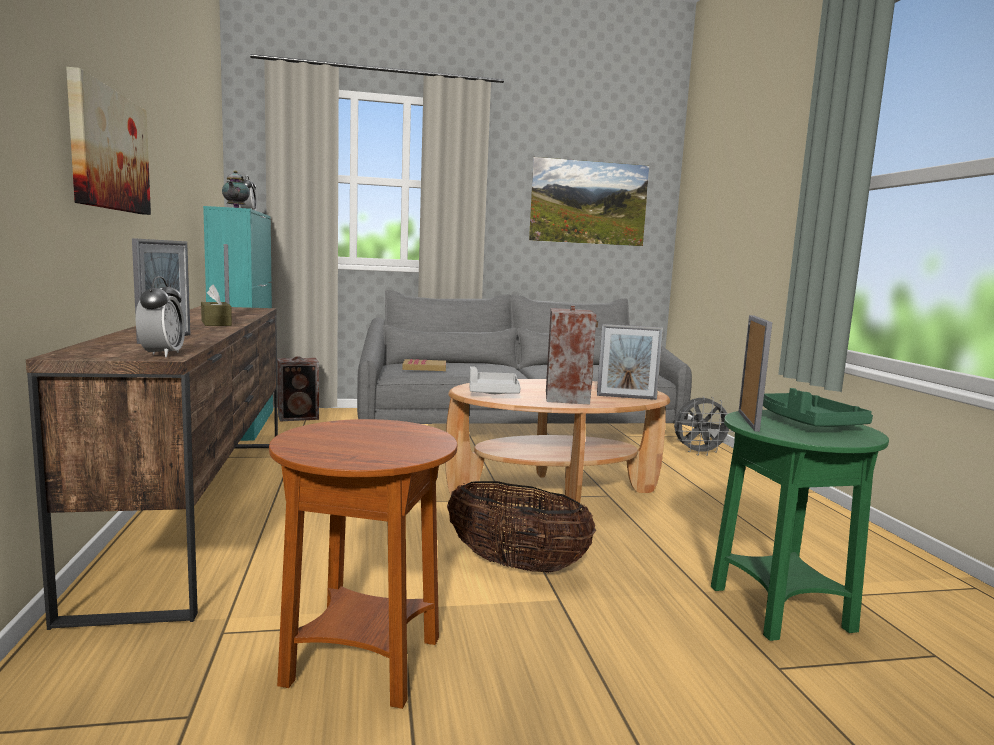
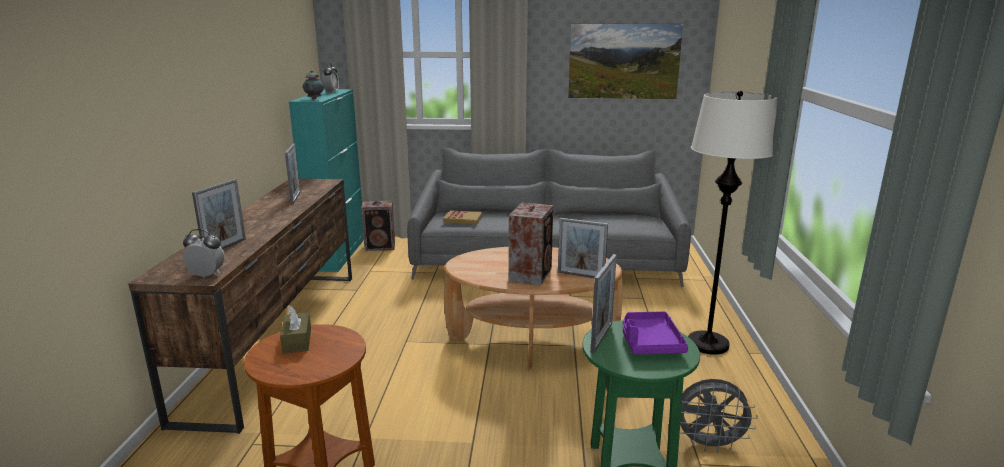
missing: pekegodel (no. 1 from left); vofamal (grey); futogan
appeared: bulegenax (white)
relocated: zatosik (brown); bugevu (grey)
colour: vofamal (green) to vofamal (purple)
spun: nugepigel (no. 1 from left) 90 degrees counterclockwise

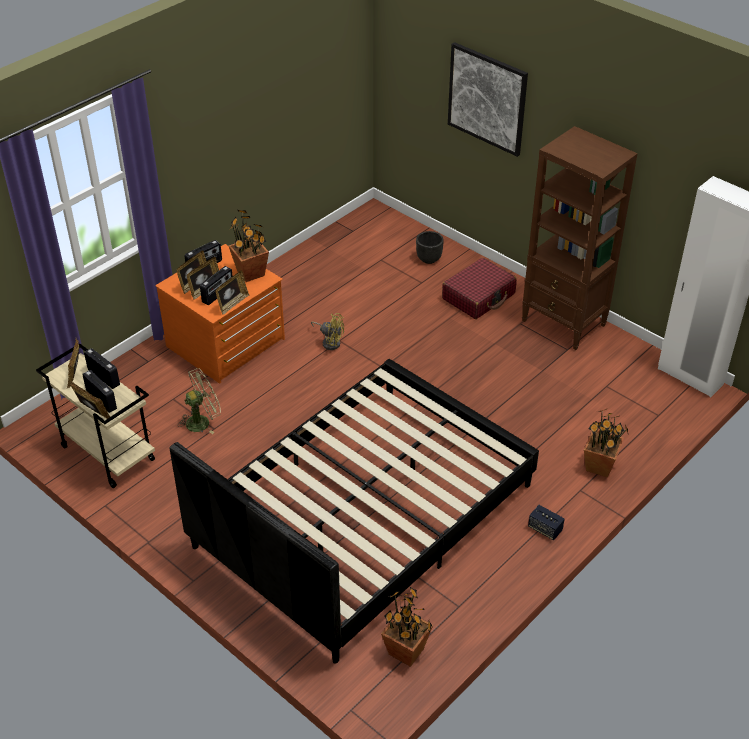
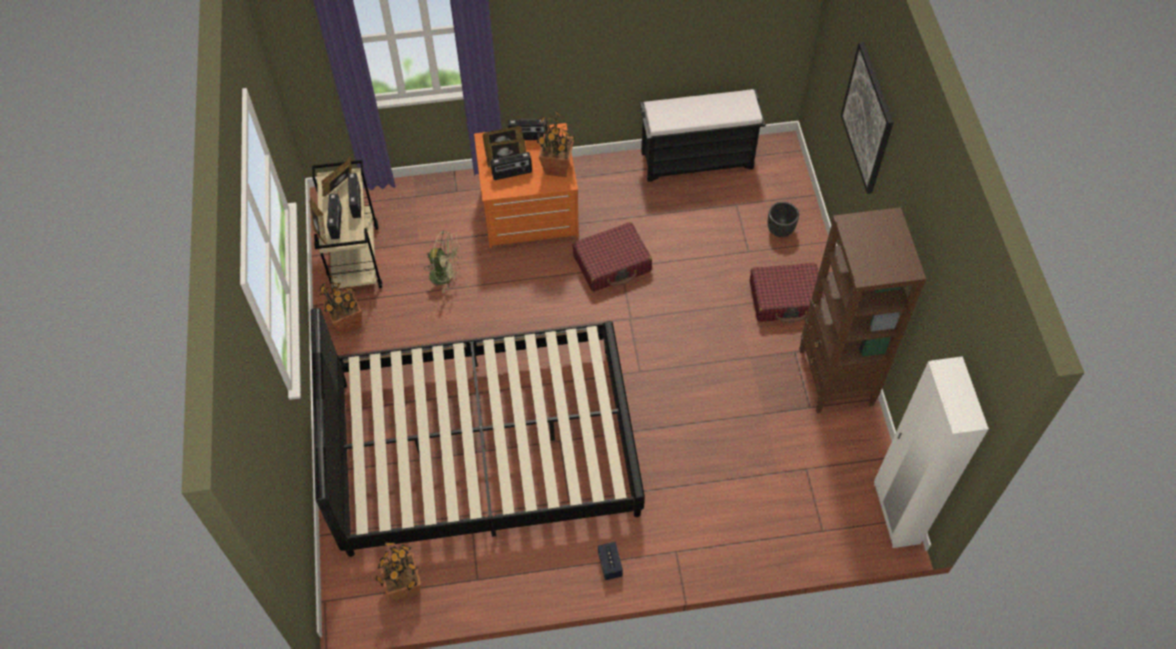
missing: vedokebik (no. 5 from left)
appeared: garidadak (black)
relocated: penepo (no. 3 from left in the first image) to penepo (no. 1 from left)
exchanged: bugevu (yellow) to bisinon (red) (no. 1 from left)

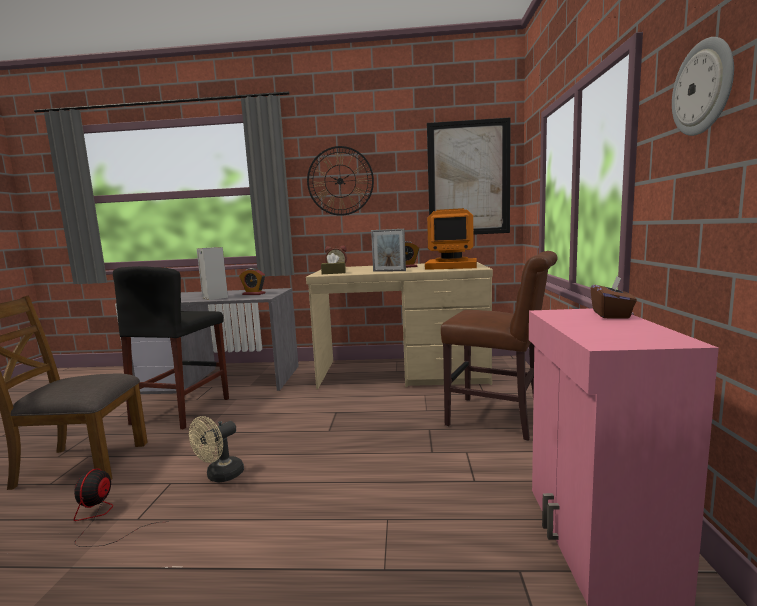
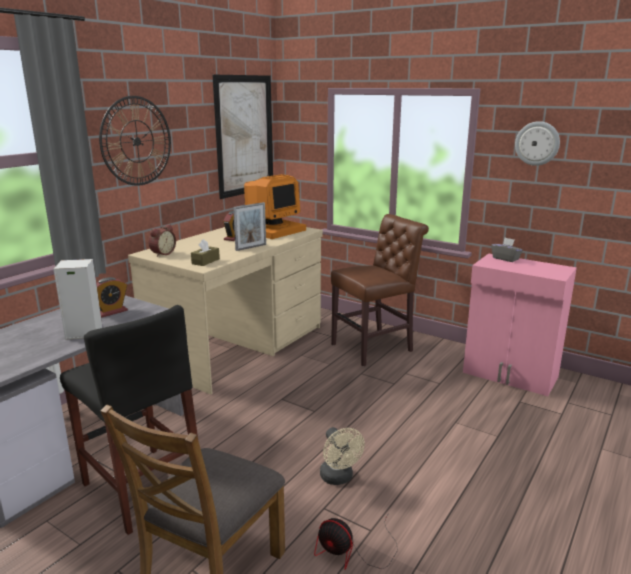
colour: zatosik (brown) (no. 2 from left) to zatosik (grey)

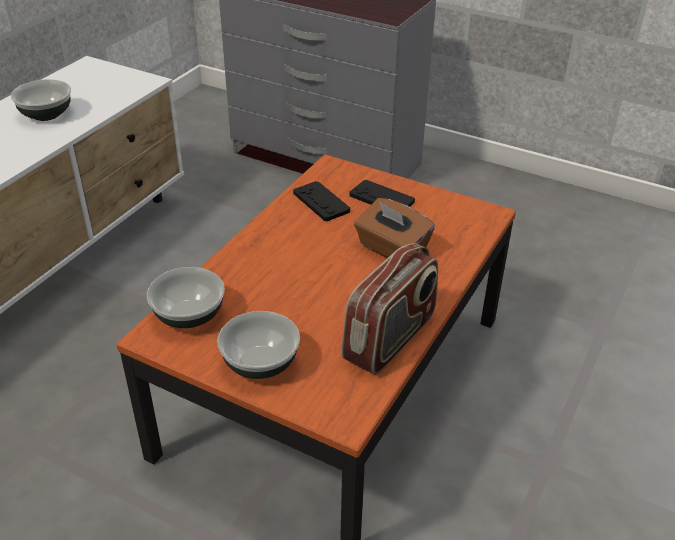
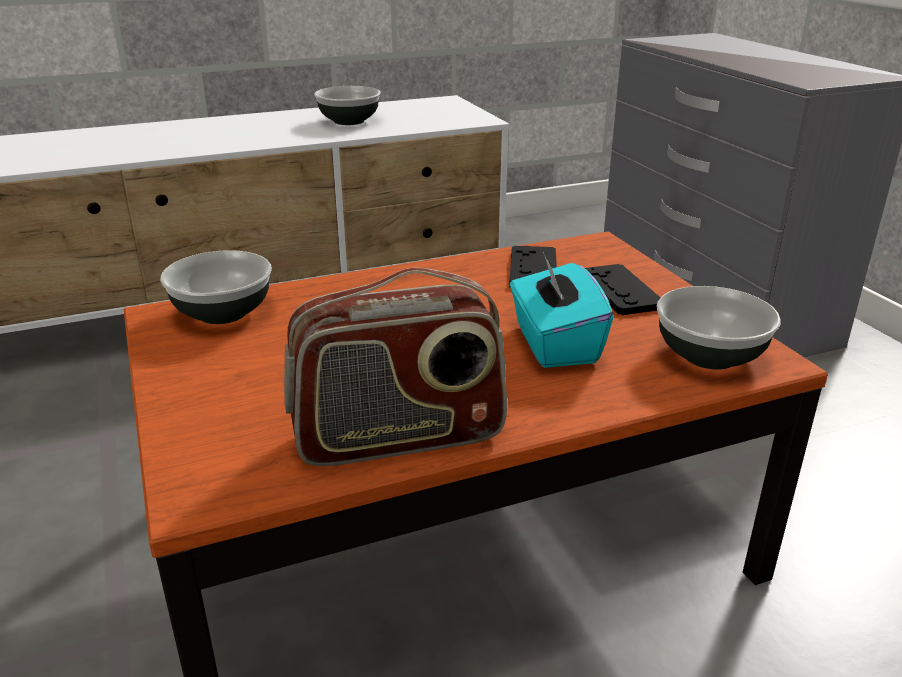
relocated: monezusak (no. 3 from left)
colour: zatosik (brown) to zatosik (turquoise)

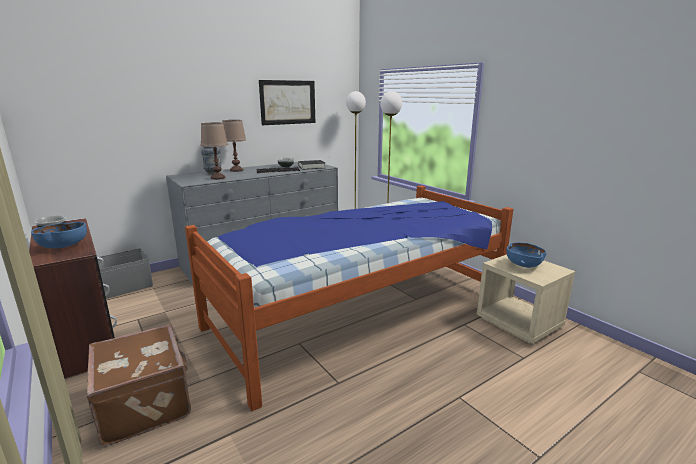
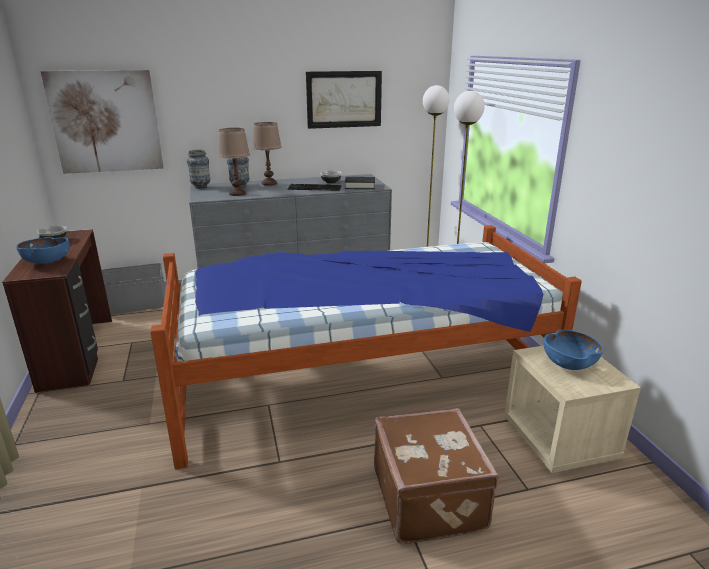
appeared: pekegodel (no. 1 from left); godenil (no. 1 from left)
relocated: bisinon (brown)

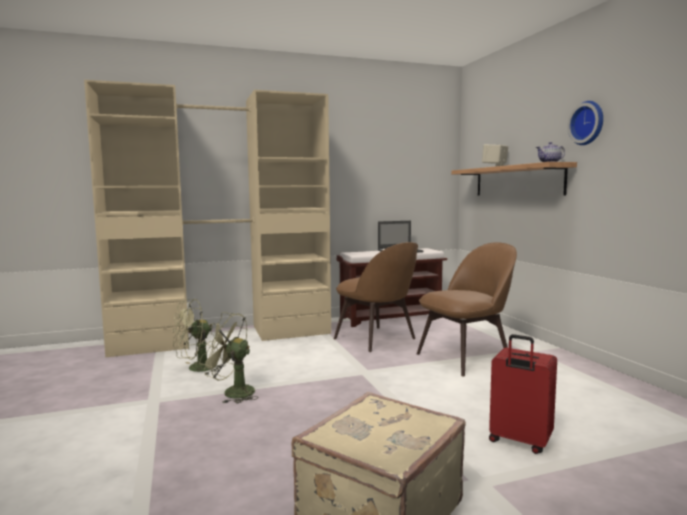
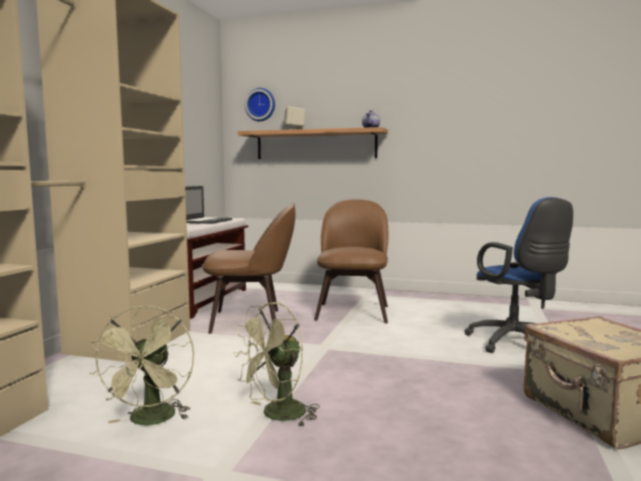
relocated: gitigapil
exchanged: bisinon (red) to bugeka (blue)

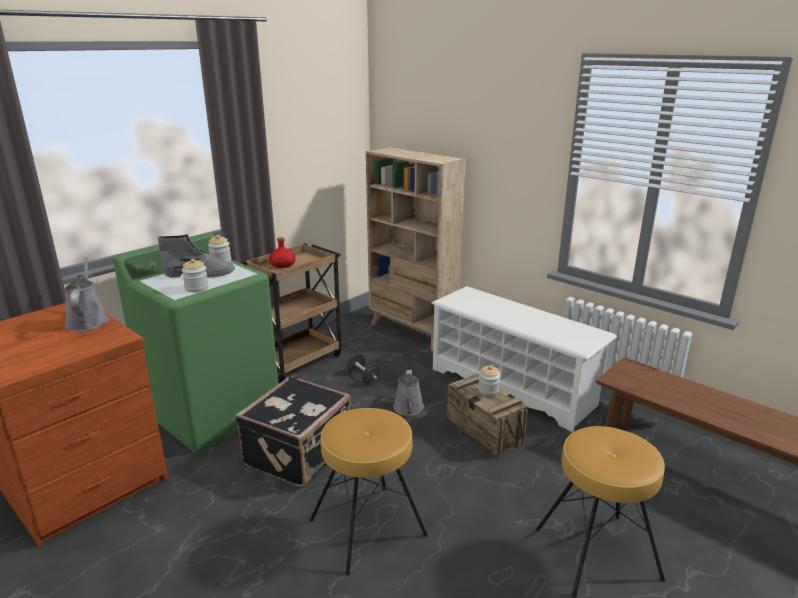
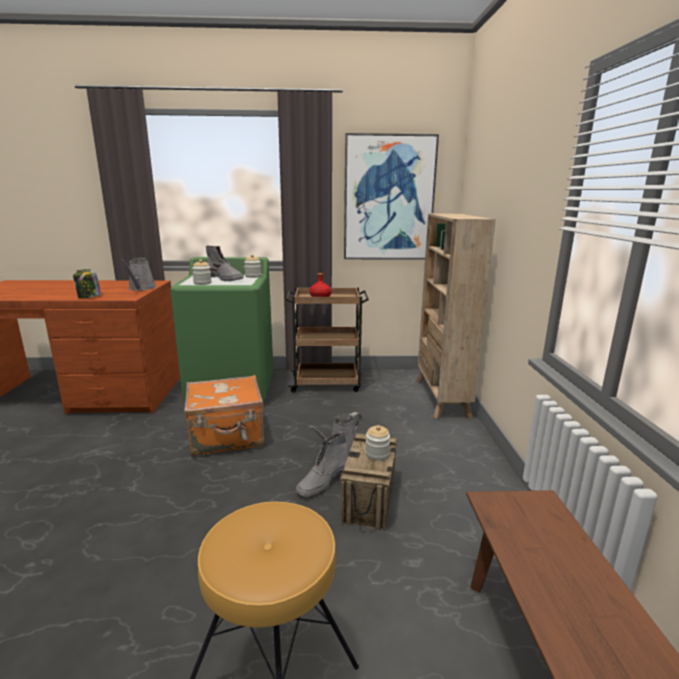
missing: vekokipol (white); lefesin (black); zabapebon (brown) (no. 1 from left)
appeared: pekegodel; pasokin (no. 1 from left); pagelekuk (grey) (no. 2 from left)
colour: bisinon (black) to bisinon (orange)
spun: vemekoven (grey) (no. 1 from left) 150 degrees clockwise

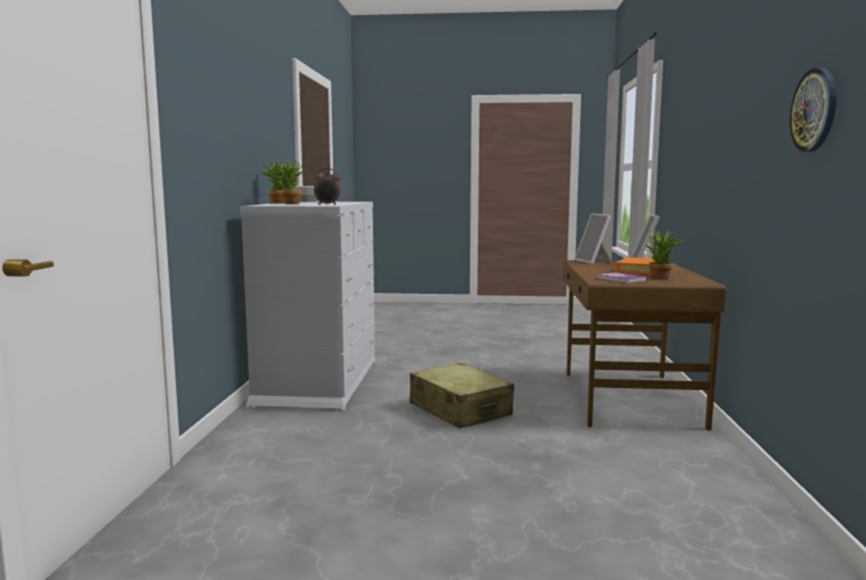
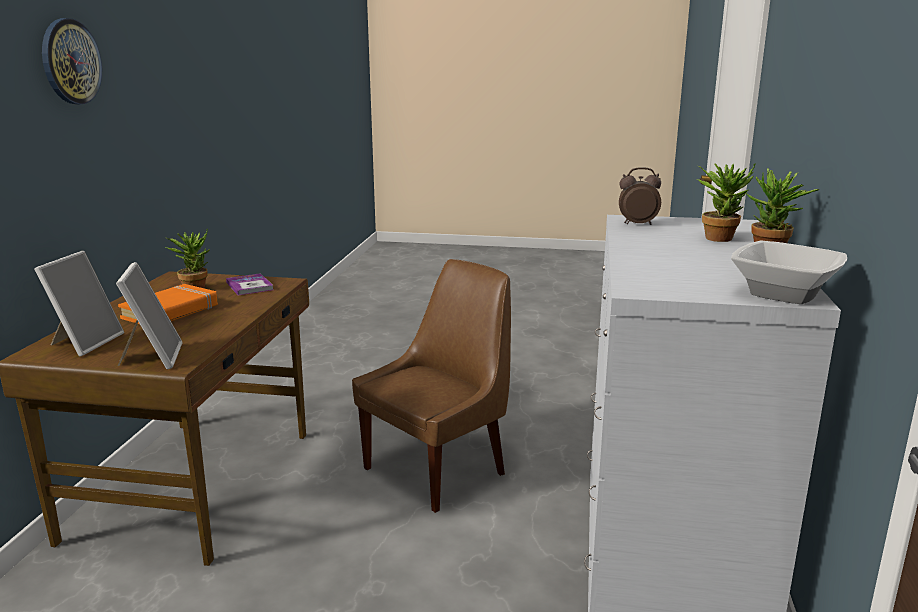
relocated: gitigapil
exchanged: bisinon (beige) to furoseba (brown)

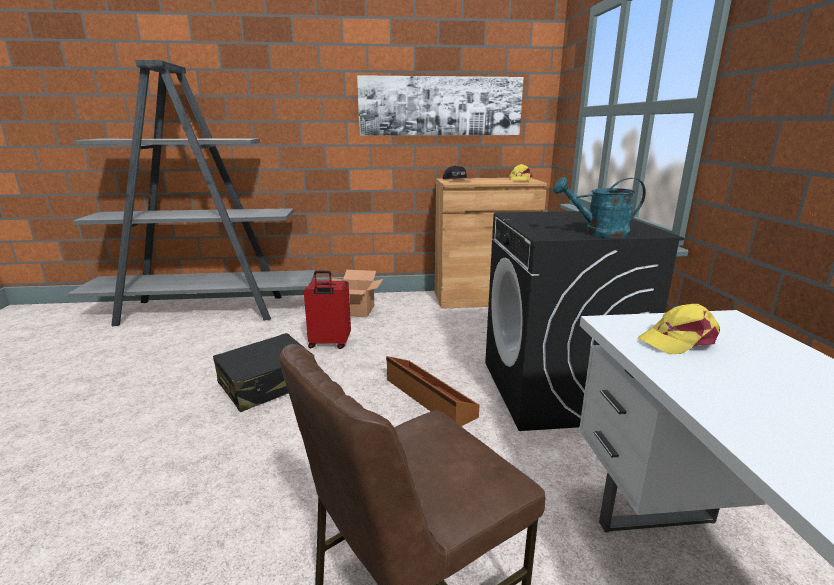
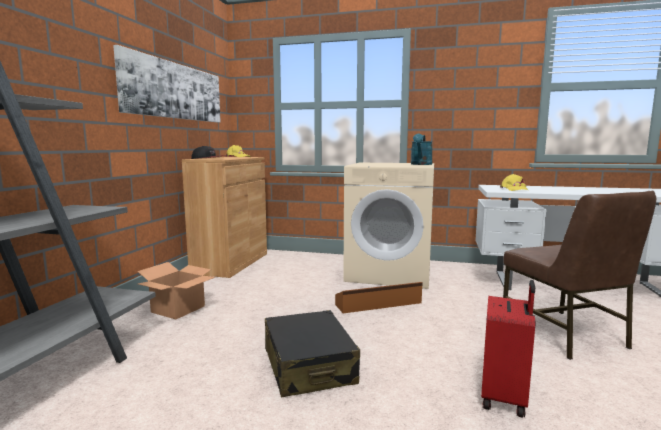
relocated: bisinon (red)
colour: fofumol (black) to fofumol (beige)

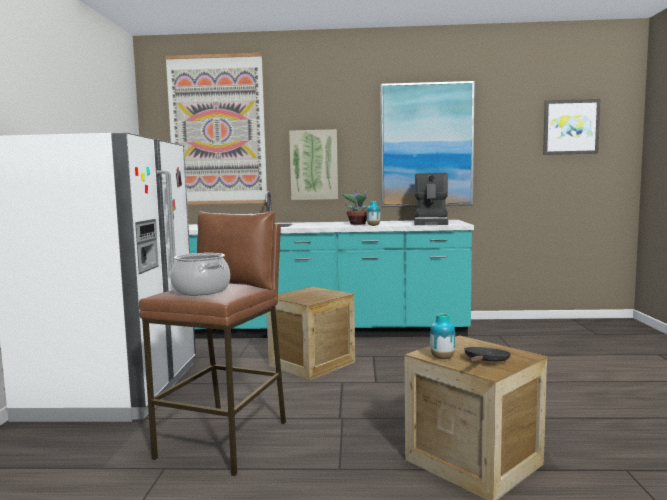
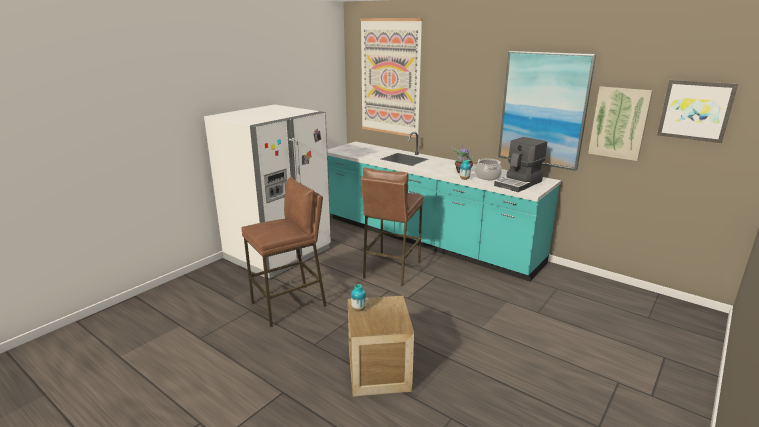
missing: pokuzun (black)
relocated: pekegodel (no. 2 from left in the first image) to pekegodel (no. 3 from left); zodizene
exchanged: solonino (no. 1 from left) to zabapebon (brown) (no. 2 from left)

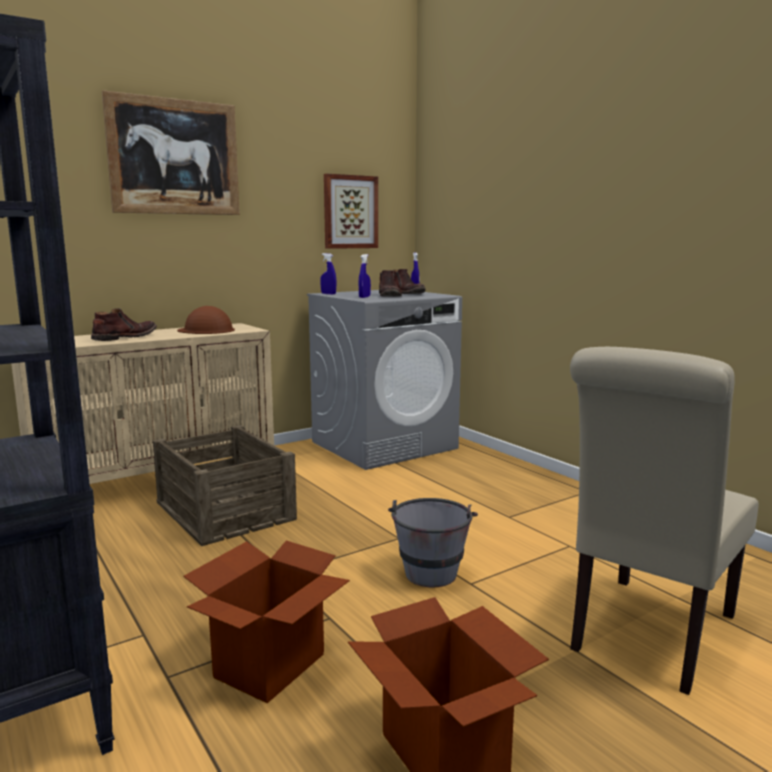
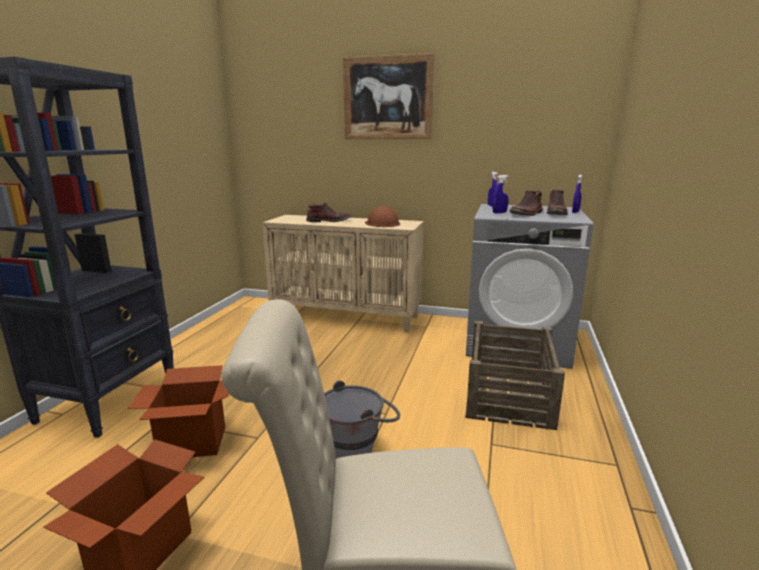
missing: pekegodel (no. 2 from left)
relocated: solonino

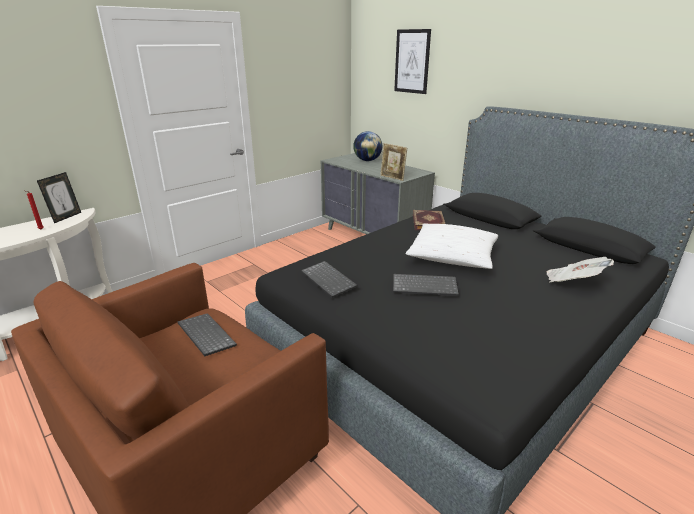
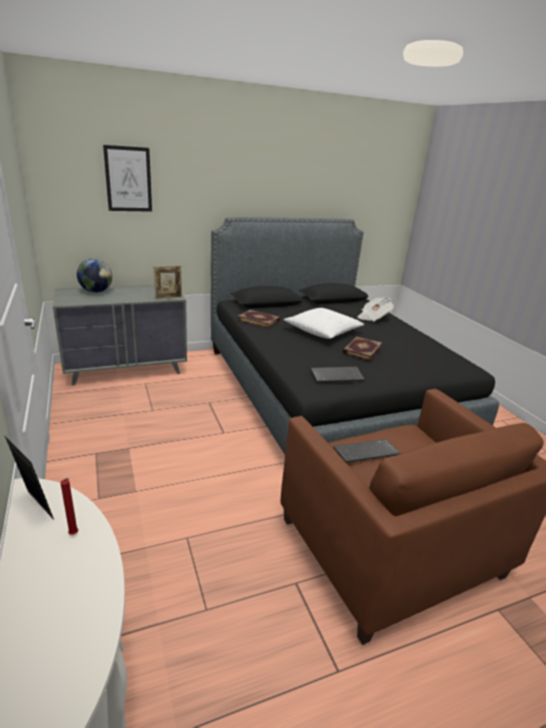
exchanged: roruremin (no. 3 from left) to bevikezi (no. 2 from left)

